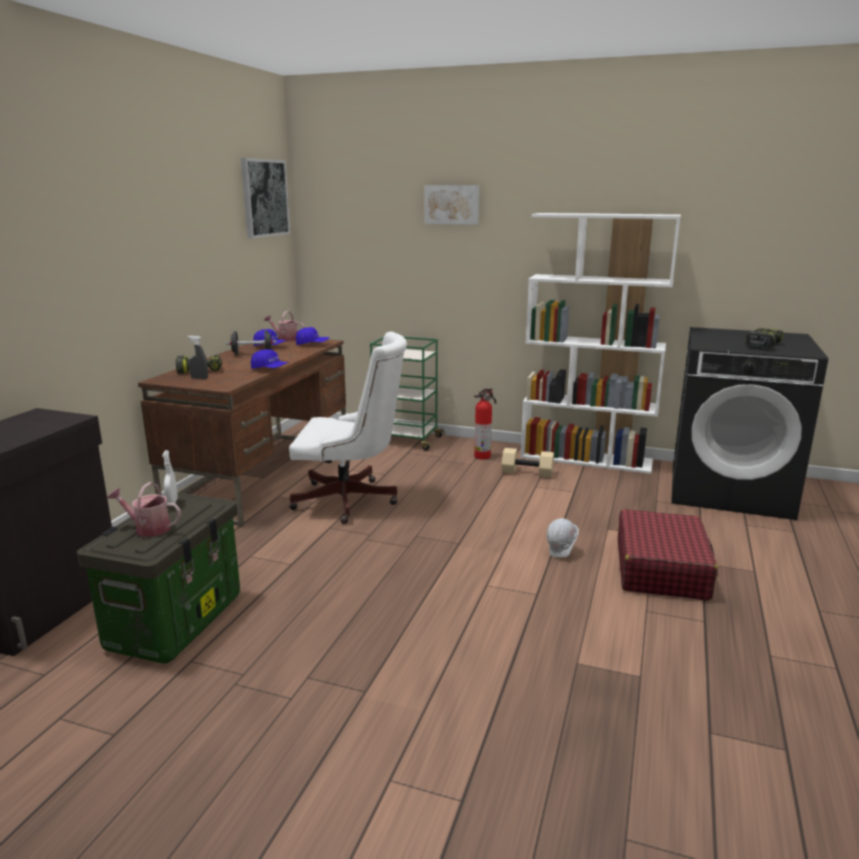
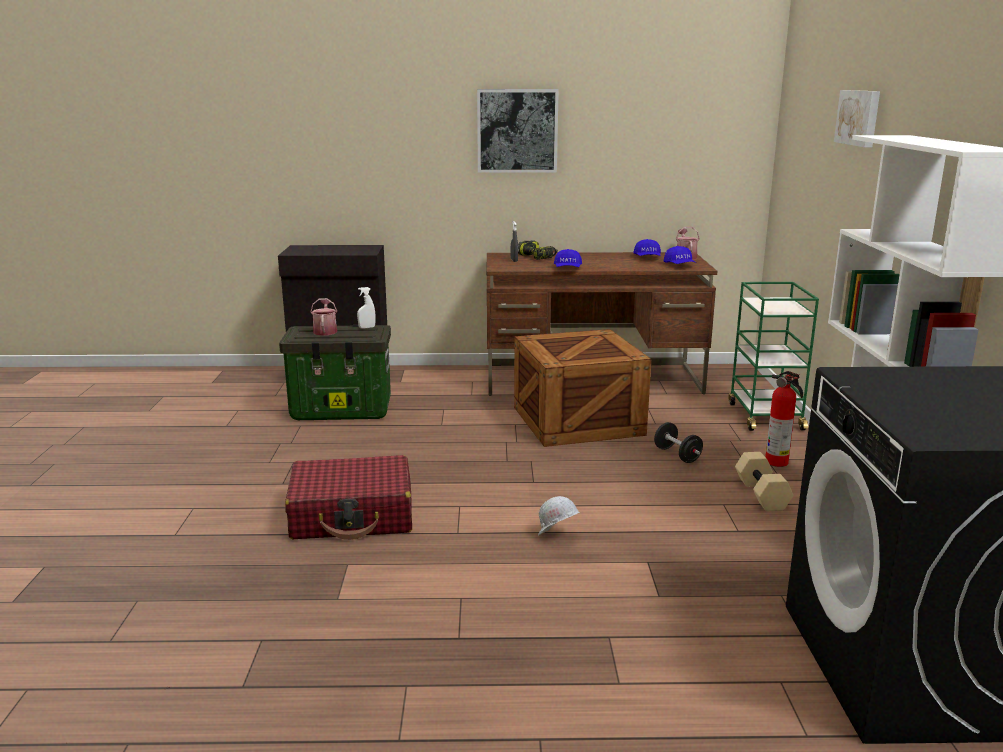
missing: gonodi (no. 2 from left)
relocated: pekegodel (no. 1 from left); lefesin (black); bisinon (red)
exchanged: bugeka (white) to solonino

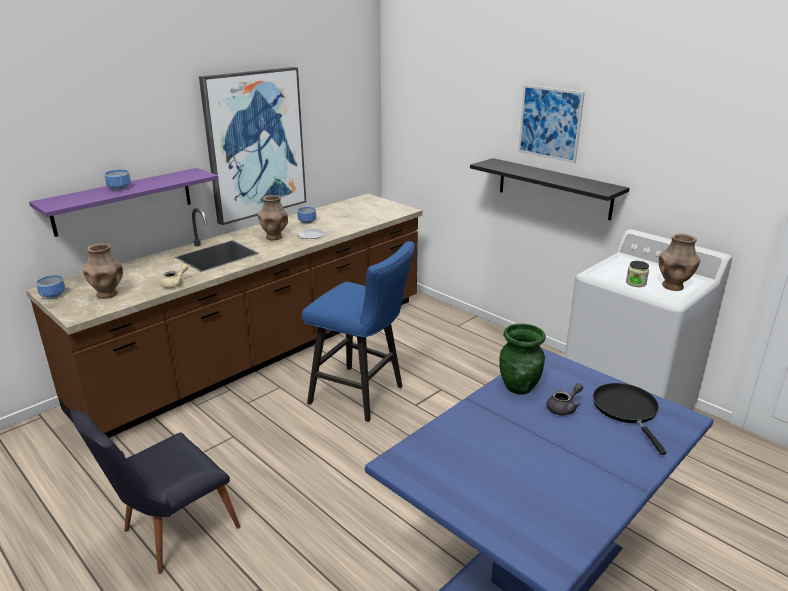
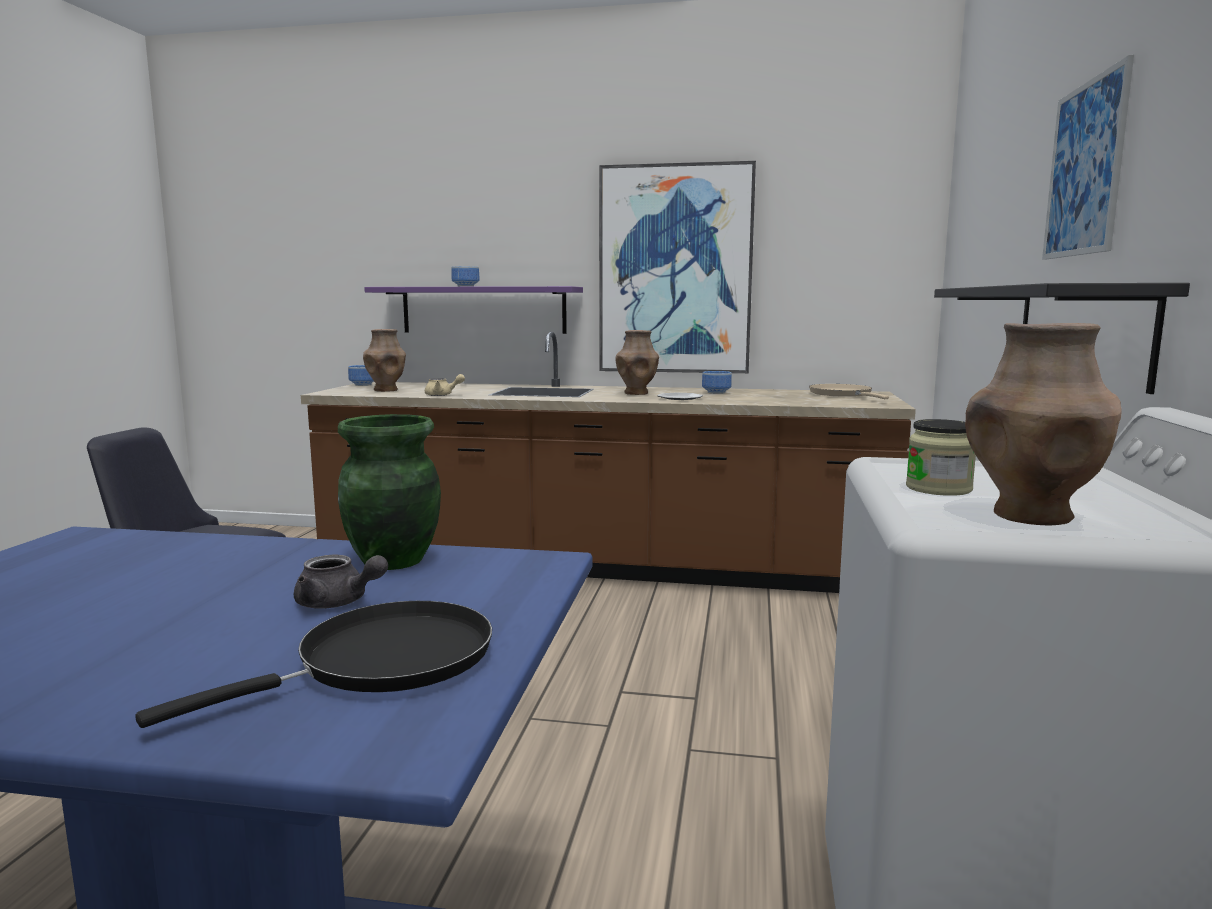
missing: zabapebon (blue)
appeared: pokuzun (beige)

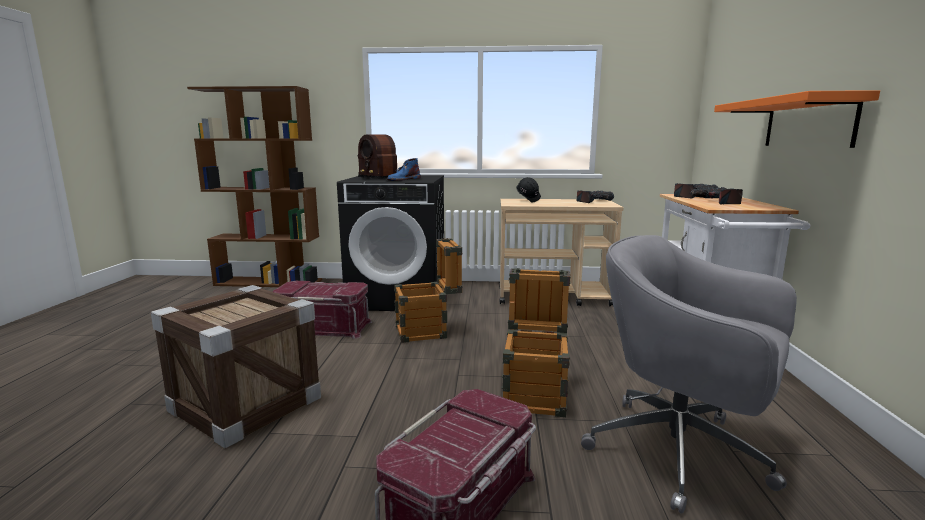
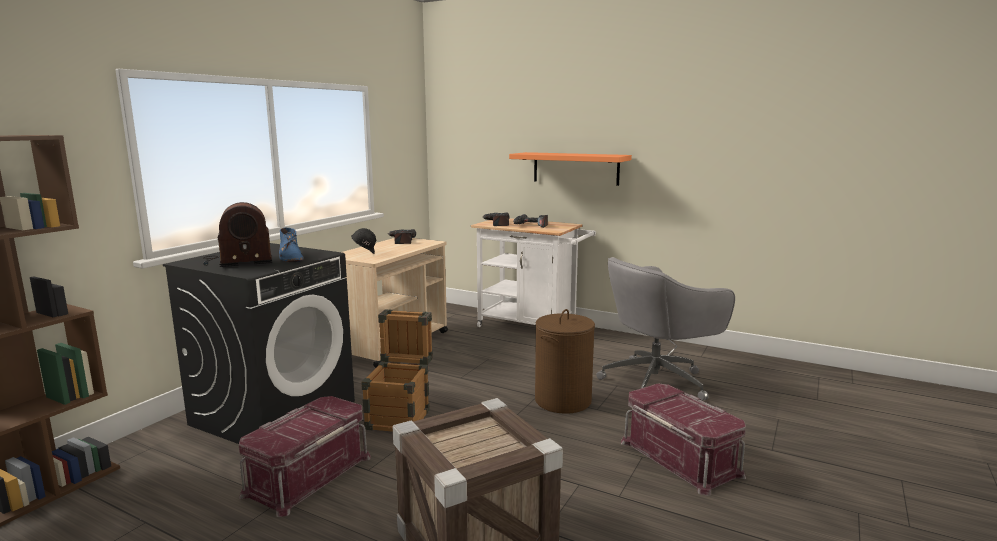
exchanged: solonino (no. 3 from left) to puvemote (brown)

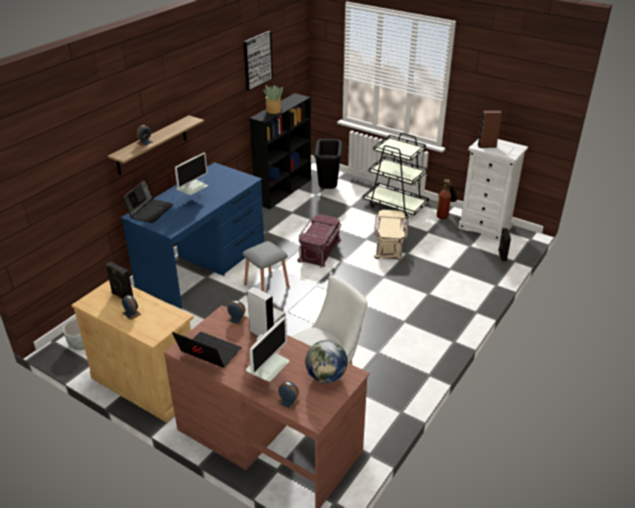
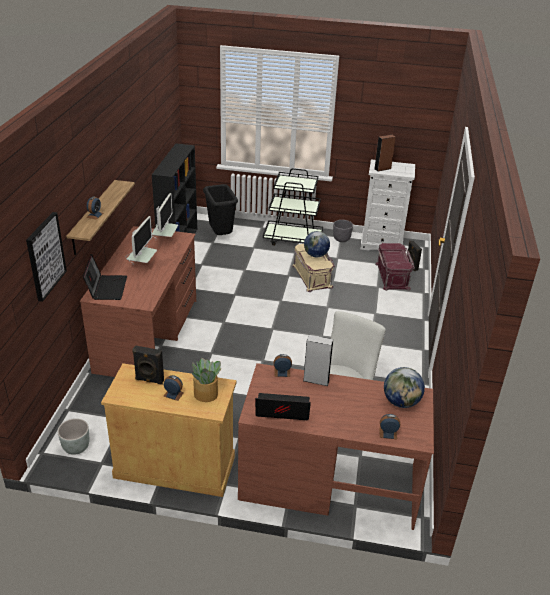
missing: zabapebon (grey)
appeared: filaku (no. 1 from left)
relocated: pekegodel; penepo; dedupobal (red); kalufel (no. 2 from left)
exchanged: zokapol to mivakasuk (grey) (no. 2 from left)
colour: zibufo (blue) to zibufo (brown) (no. 1 from left)

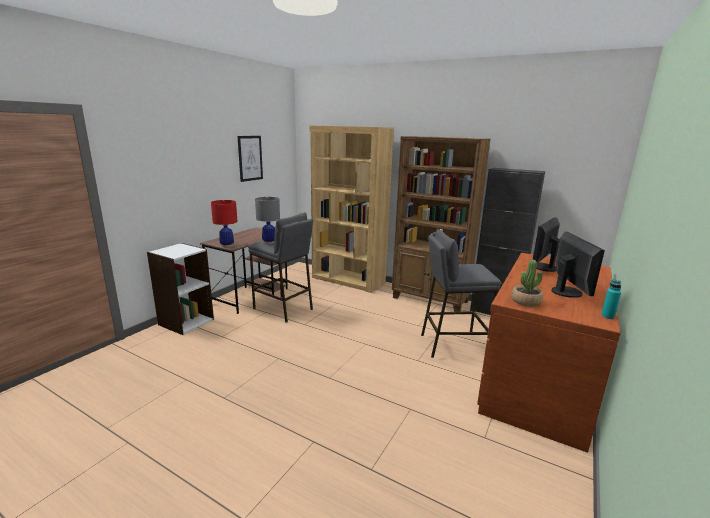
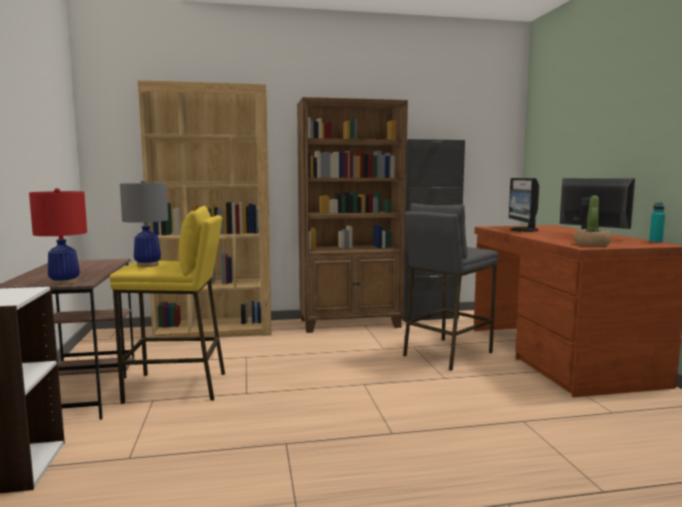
missing: pekegodel
colour: zabapebon (grey) (no. 1 from left) to zabapebon (yellow)

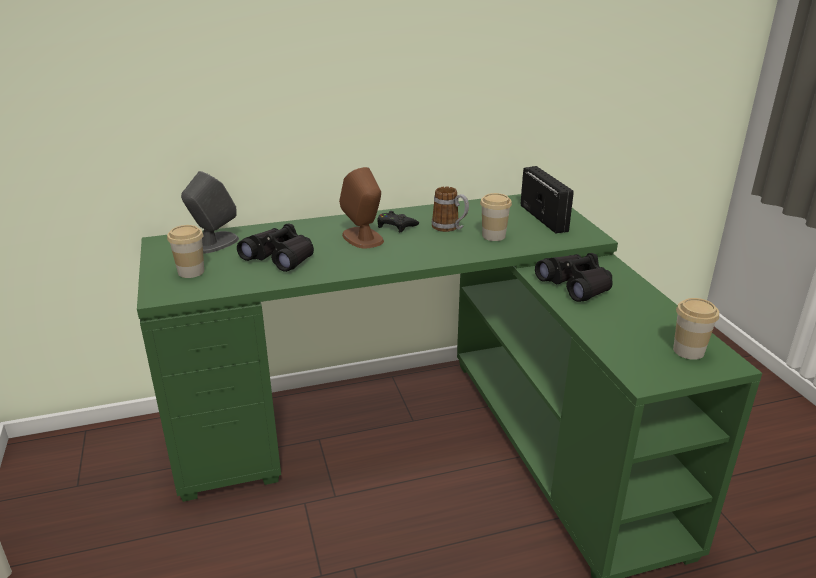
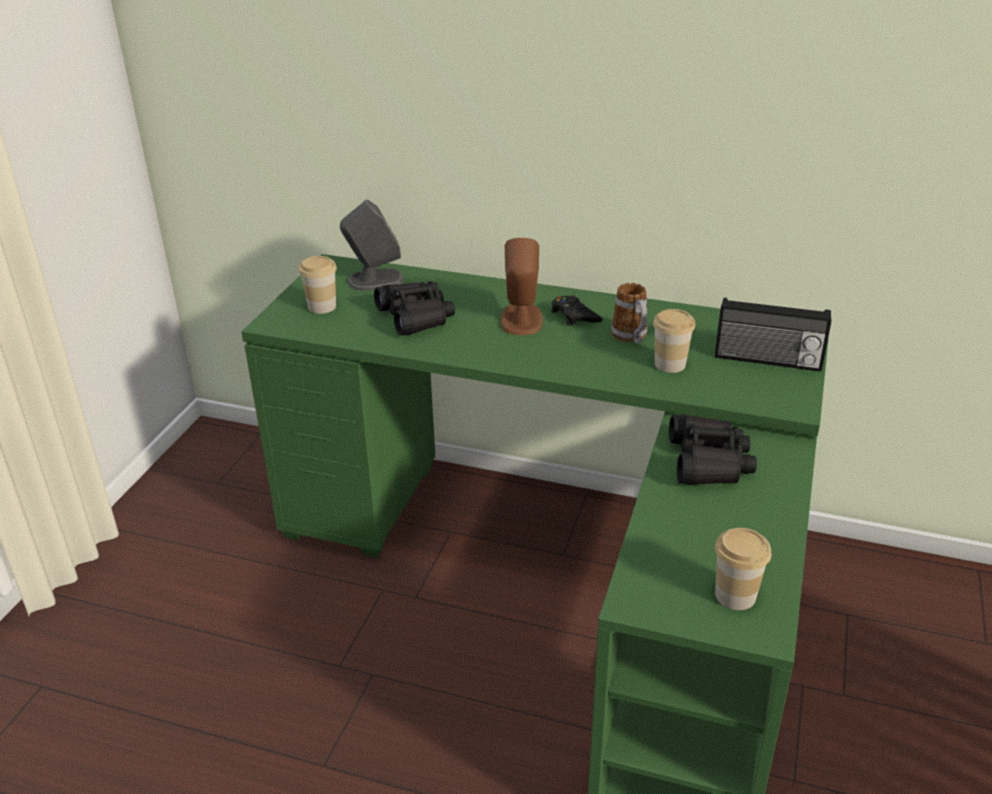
spun: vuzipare 90 degrees clockwise

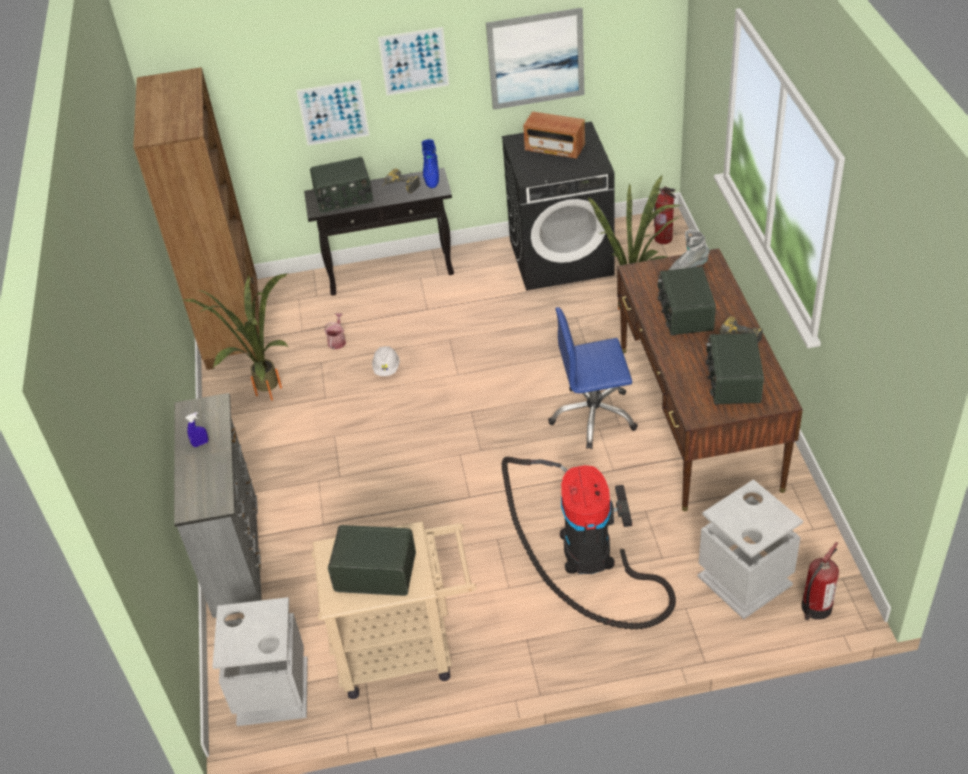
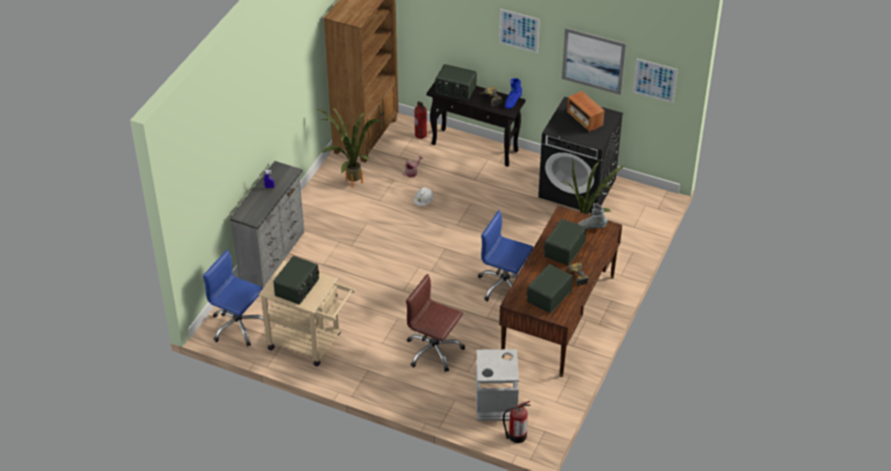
relocated: pekegodel (no. 1 from left in the first image) to pekegodel (no. 3 from left); zokapol (no. 1 from left)
exchanged: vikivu to bugeka (brown); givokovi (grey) (no. 1 from left) to bugeka (blue) (no. 1 from left)
spun: vuzipare (no. 2 from left in the first image) 75 degrees clockwise

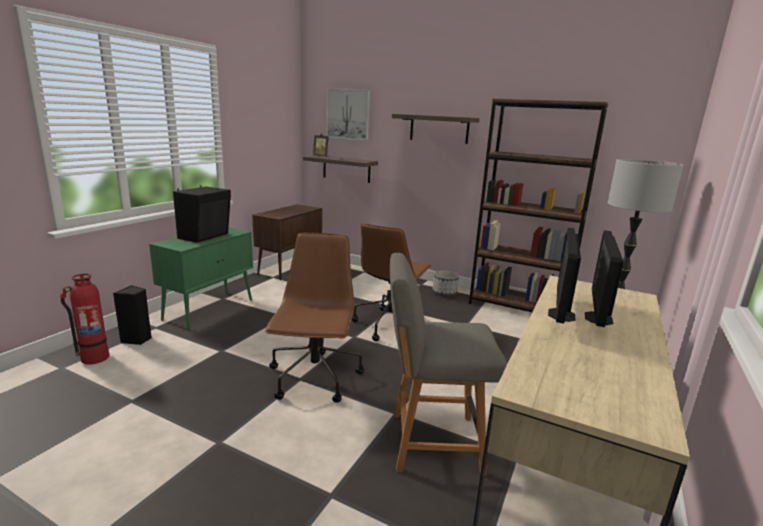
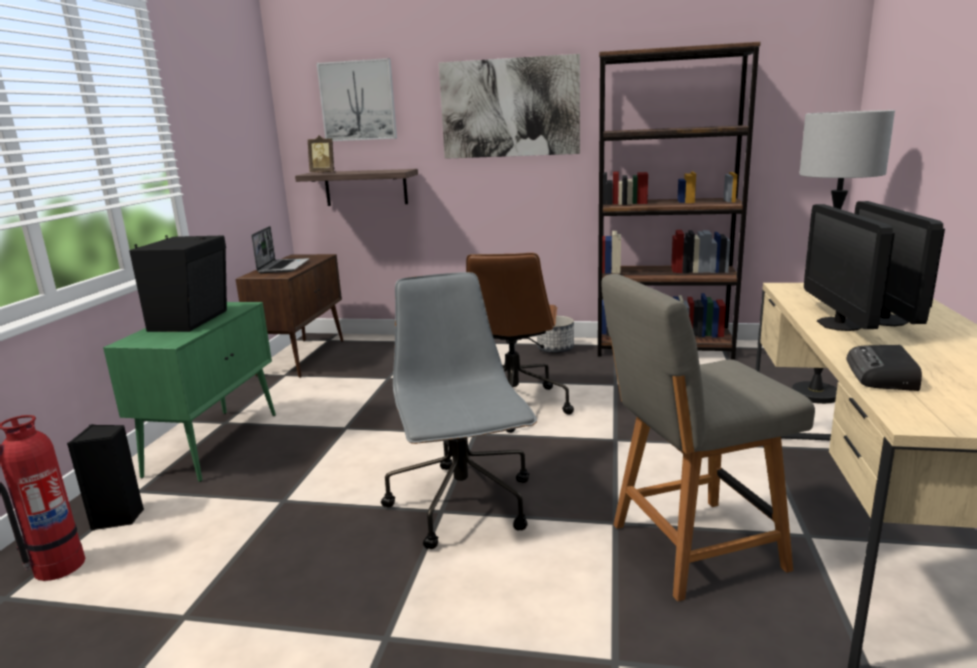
appeared: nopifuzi; vuzipare
exchanged: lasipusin (no. 2 from left) to pekegodel (no. 2 from left)
colour: bugeka (brown) (no. 1 from left) to bugeka (grey)

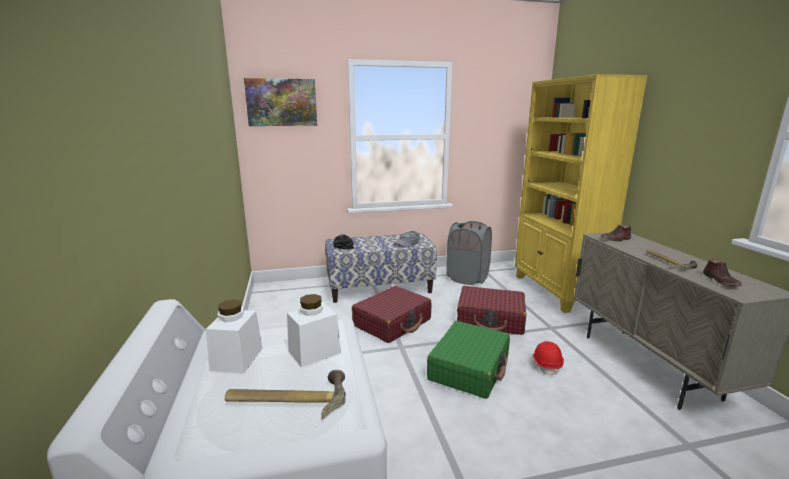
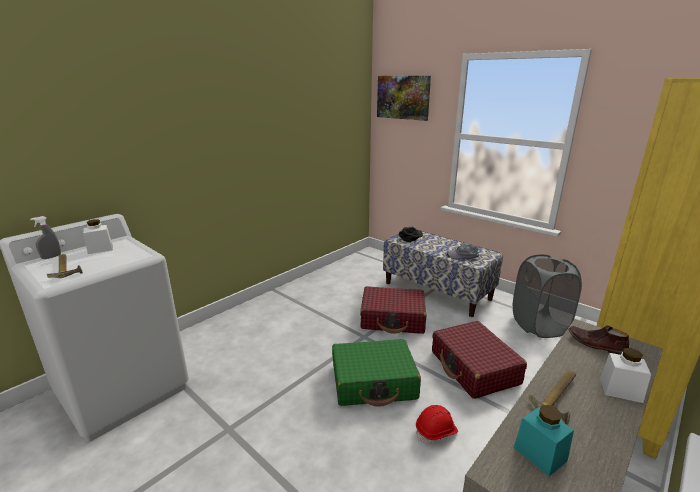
appeared: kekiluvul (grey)
relocated: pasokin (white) (no. 2 from left)
exchanged: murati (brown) (no. 2 from left) to pasokin (turquoise)

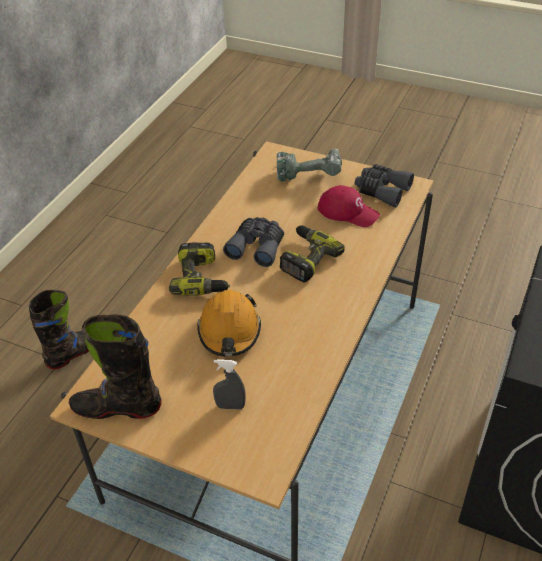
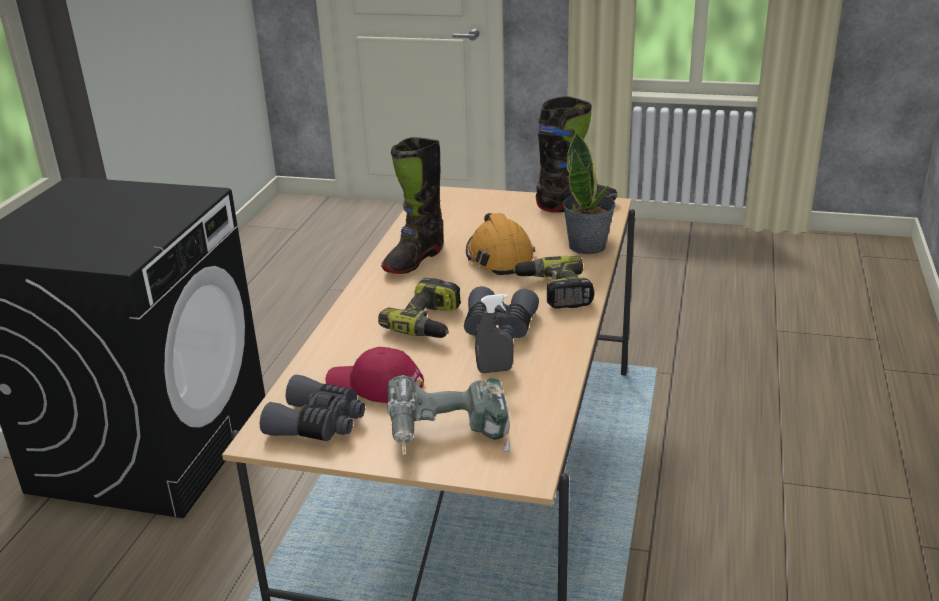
appeared: penepo
relocated: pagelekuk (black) (no. 1 from left); kekiluvul (grey)

